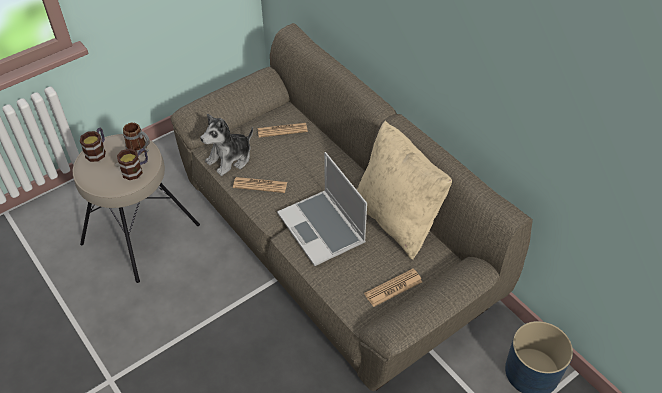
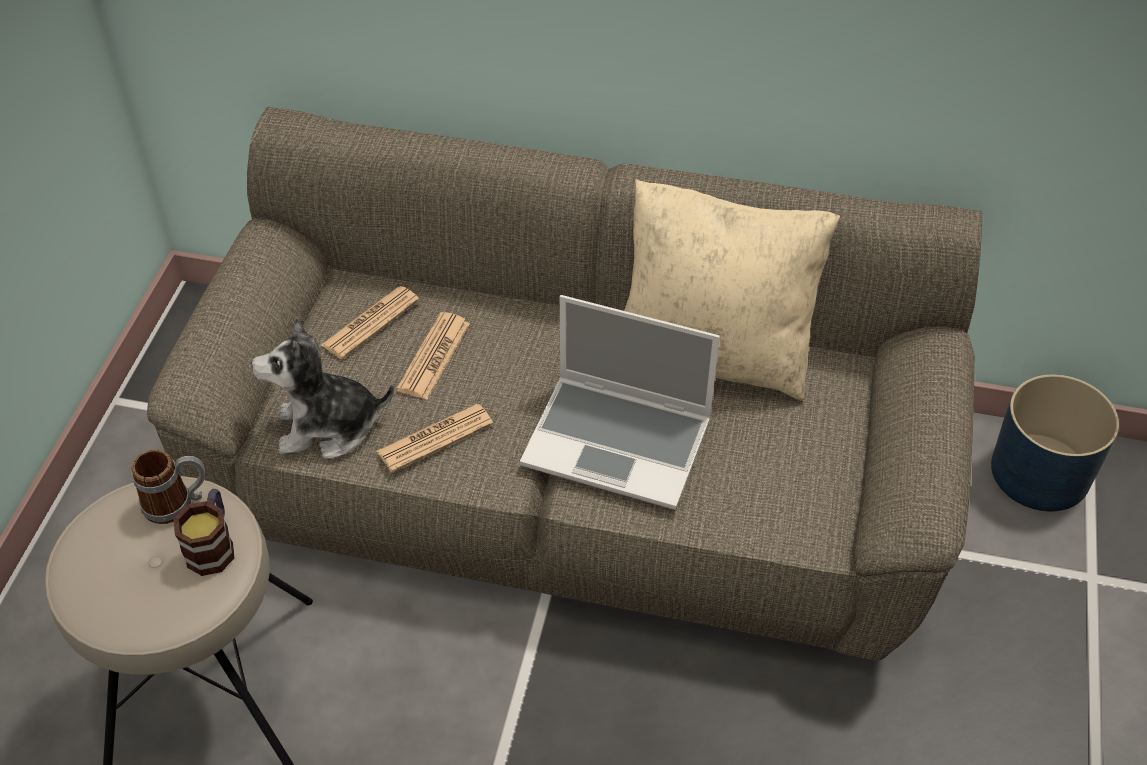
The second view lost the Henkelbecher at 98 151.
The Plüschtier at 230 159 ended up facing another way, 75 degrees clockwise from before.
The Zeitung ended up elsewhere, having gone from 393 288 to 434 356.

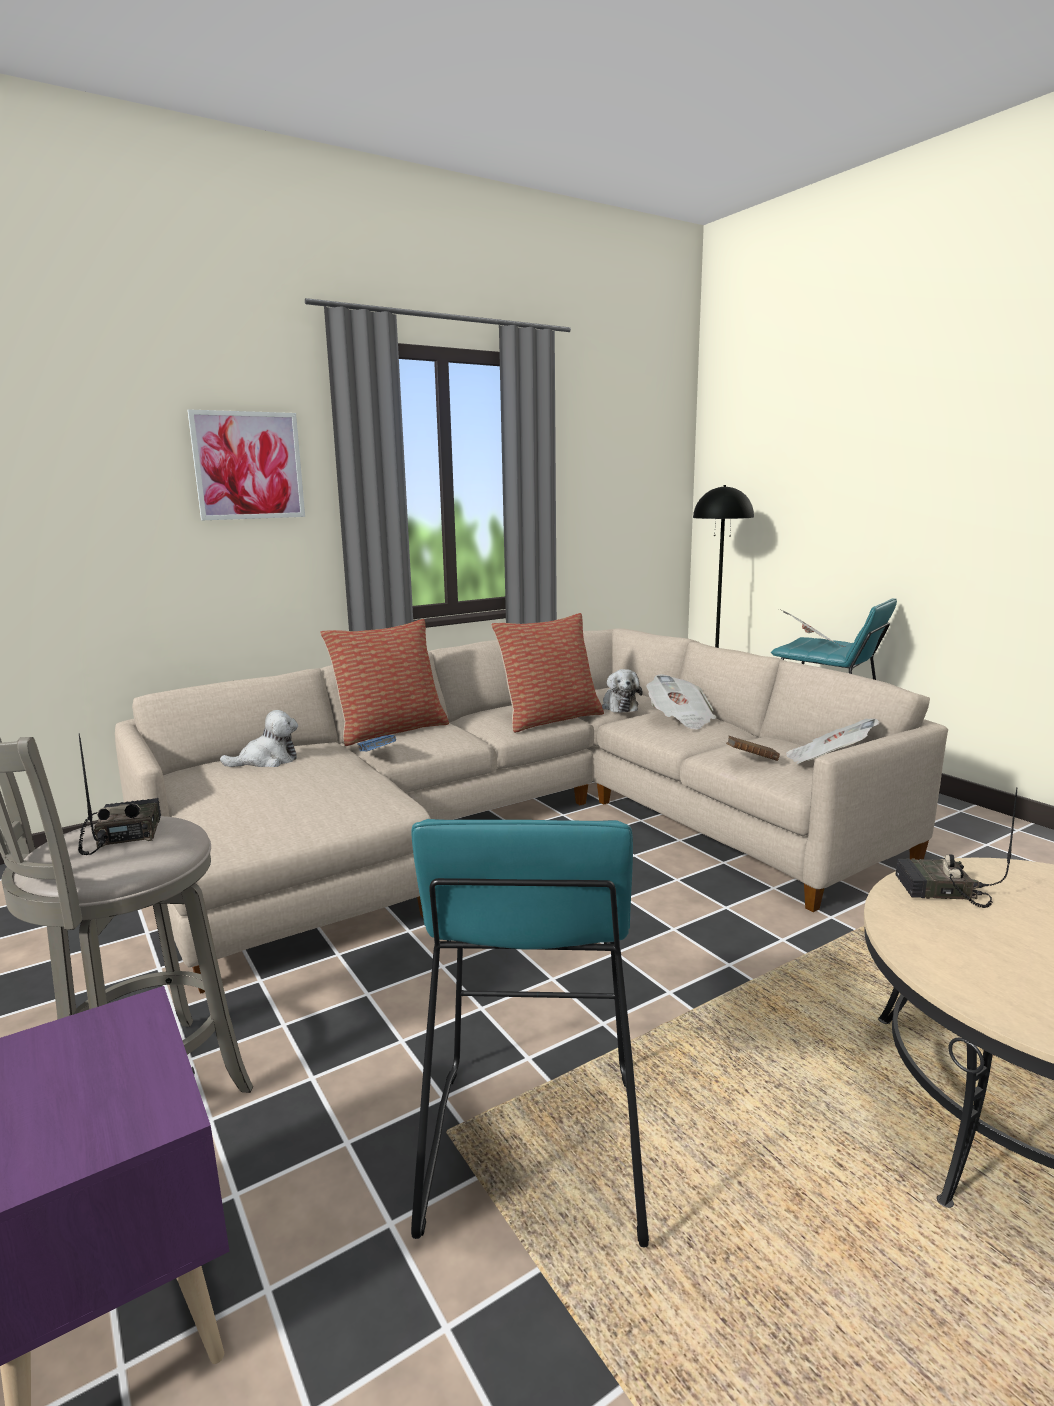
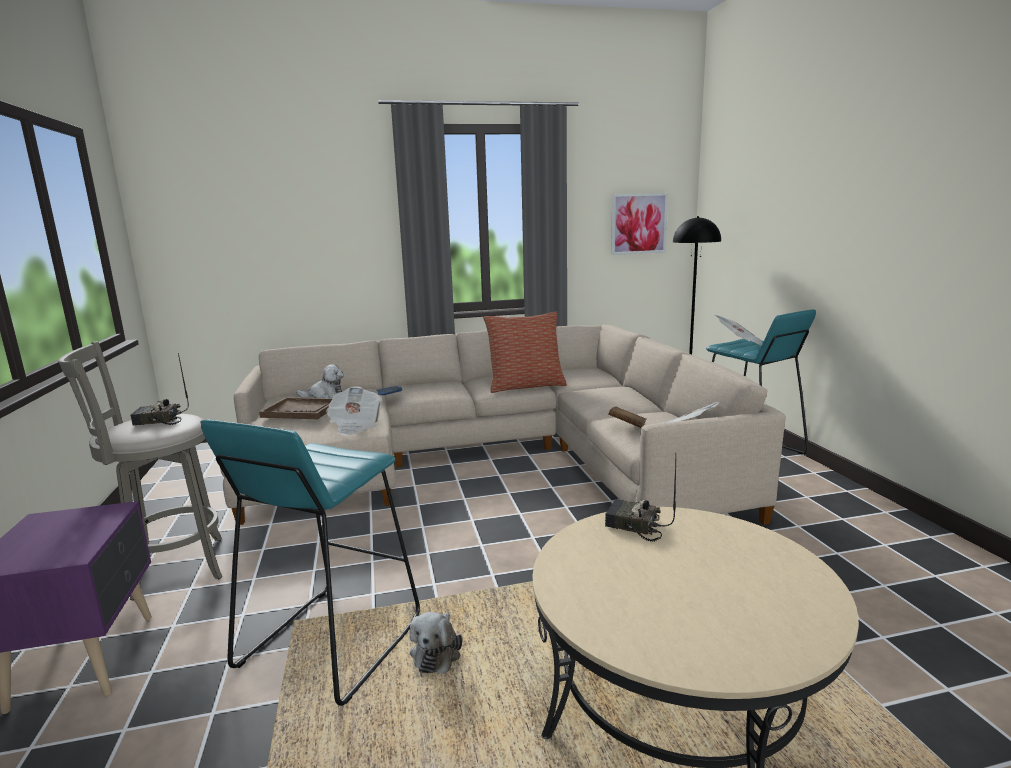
The Radio at 122 835 ended up facing another way, 105 degrees counterclockwise from before.
The Bild ended up elsewhere, having gone from 248 466 to 638 224.
The second view lost the Kissen at 390 730.
The Plüschtier ended up elsewhere, having gone from 619 706 to 437 652.
The Zeitung ended up elsewhere, having gone from 680 720 to 355 425.
The second view gained the Tablett [braun] at 301 410.

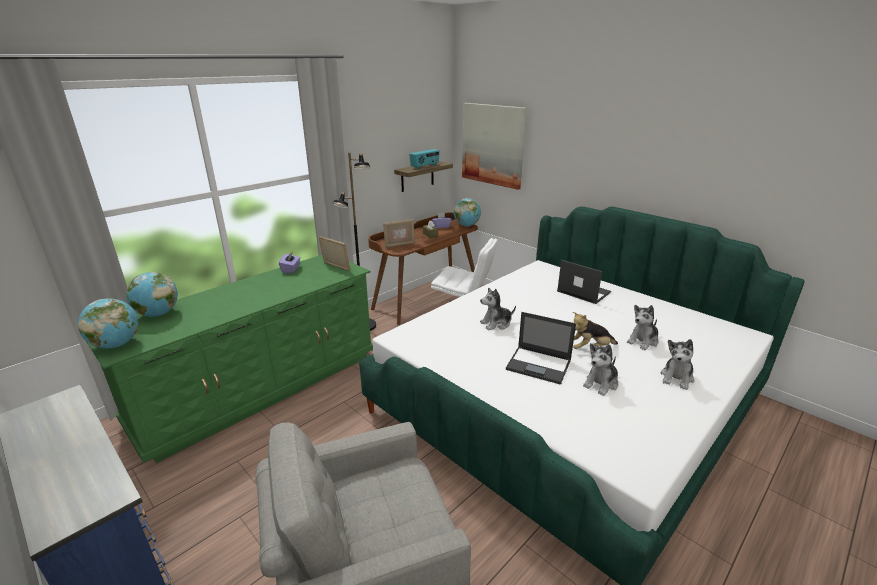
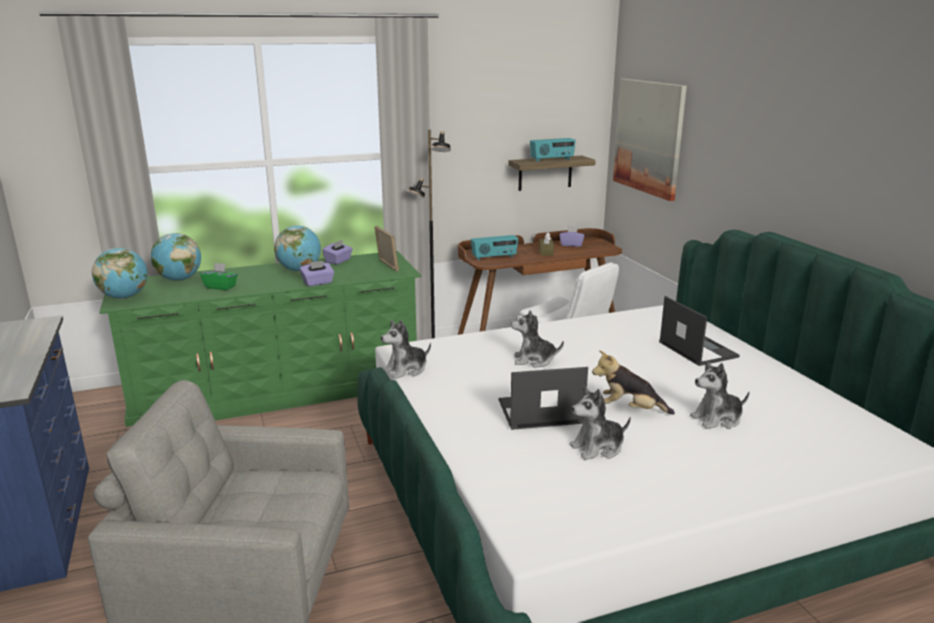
Where the Bilderrahmen stood at 399 245, the Radio came to stand at 494 257.
The Globus ended up elsewhere, having gone from 466 225 to 299 270.
The Laptop at 539 365 ended up facing another way, 120 degrees clockwise from before.
The Plüschtier ended up elsewhere, having gone from 677 378 to 406 370.
The second view gained the Taschentuchbox [grün] at 220 287.
The second view gained the Taschentuchbox [lila] at 318 283.

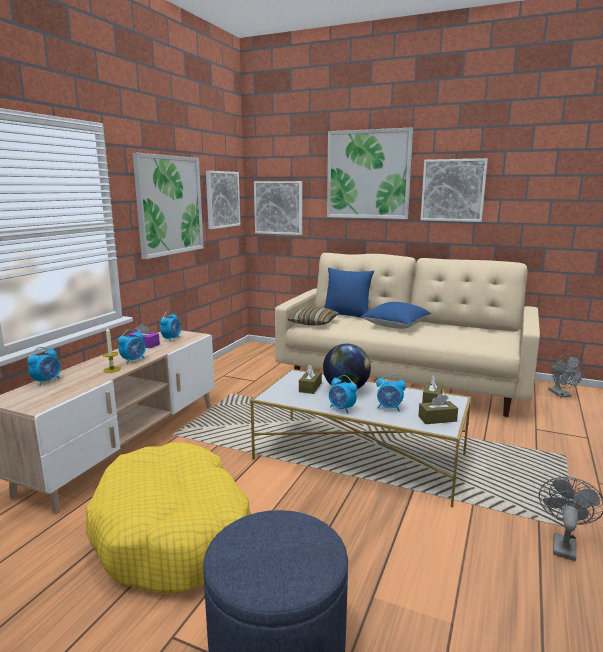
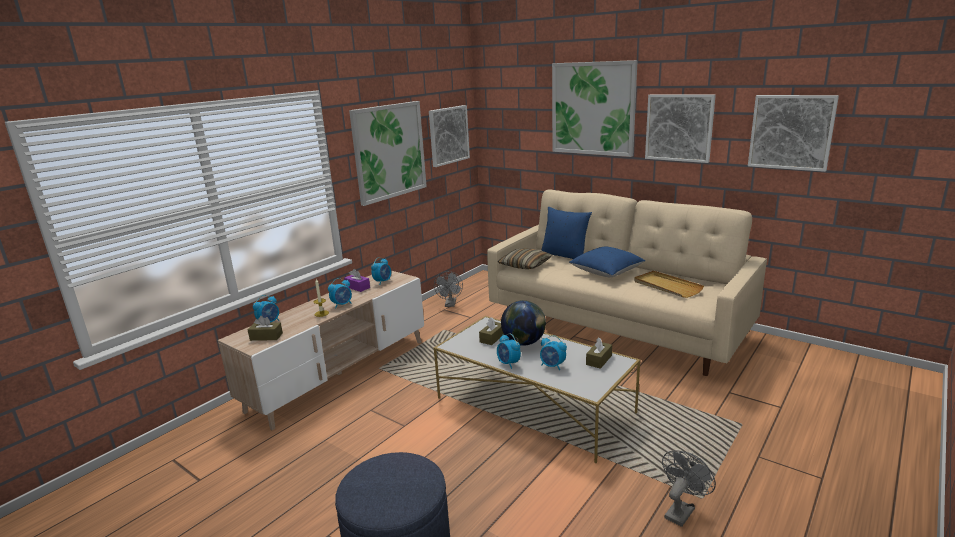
The second view lost the Hundebett [gelb] at 174 532.
The Bild ended up elsewhere, having gone from 278 207 to 791 132.
The Taschentuchbox [braun] ended up elsewhere, having gone from 437 419 to 266 337.
The Ventilator [grau] ended up elsewhere, having gone from 561 395 to 450 305.
The second view gained the Tablett [beige] at 667 286.

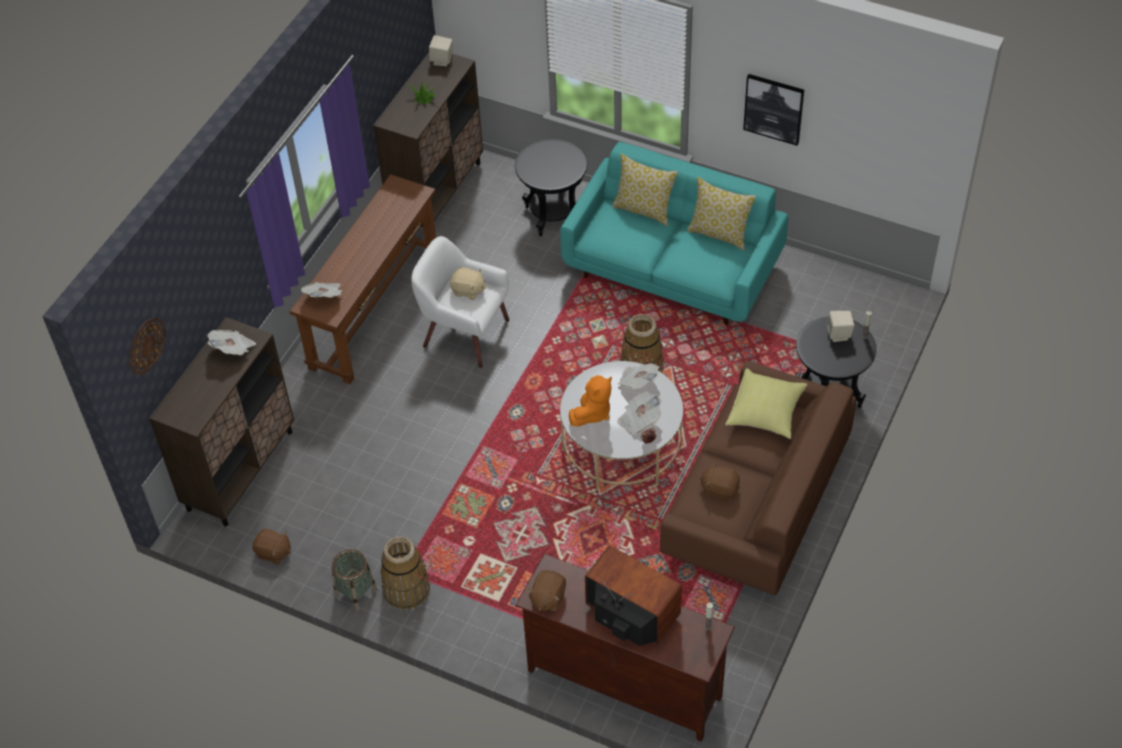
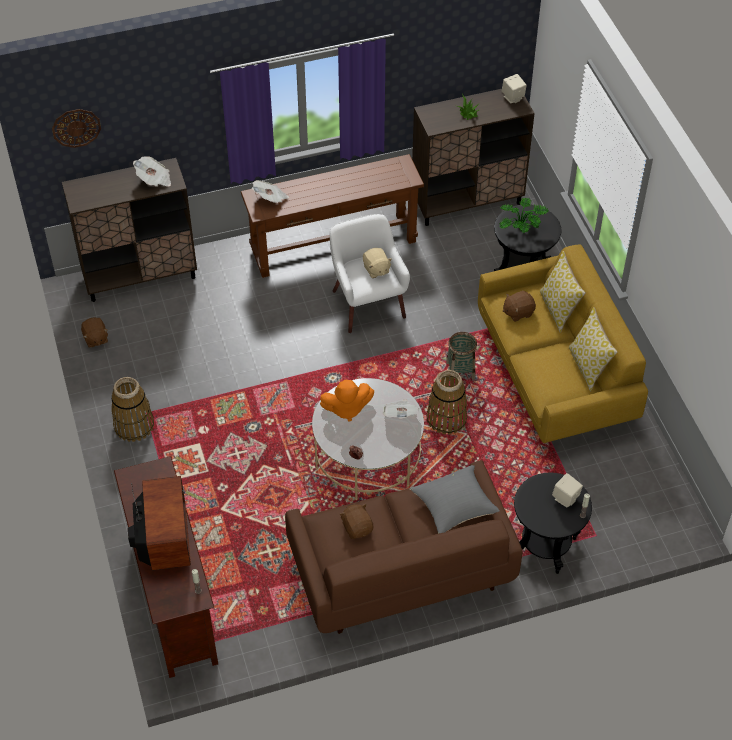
The Korb ended up elsewhere, having gone from 356 592 to 460 371.
The Plüschtier [braun] ended up elsewhere, having gone from 547 598 to 518 312.
What was the Sofa [türkis] at 673 269 turned into the Sofa [gelb] at 554 373.
The second view lost the Zeitung at 639 420.
What was the Kissen [gelb] at 766 413 turned into the Kissen [grau] at 454 508.
The second view lost the Bild at 774 108.
The second view gained the Topfpflanze at 521 229.

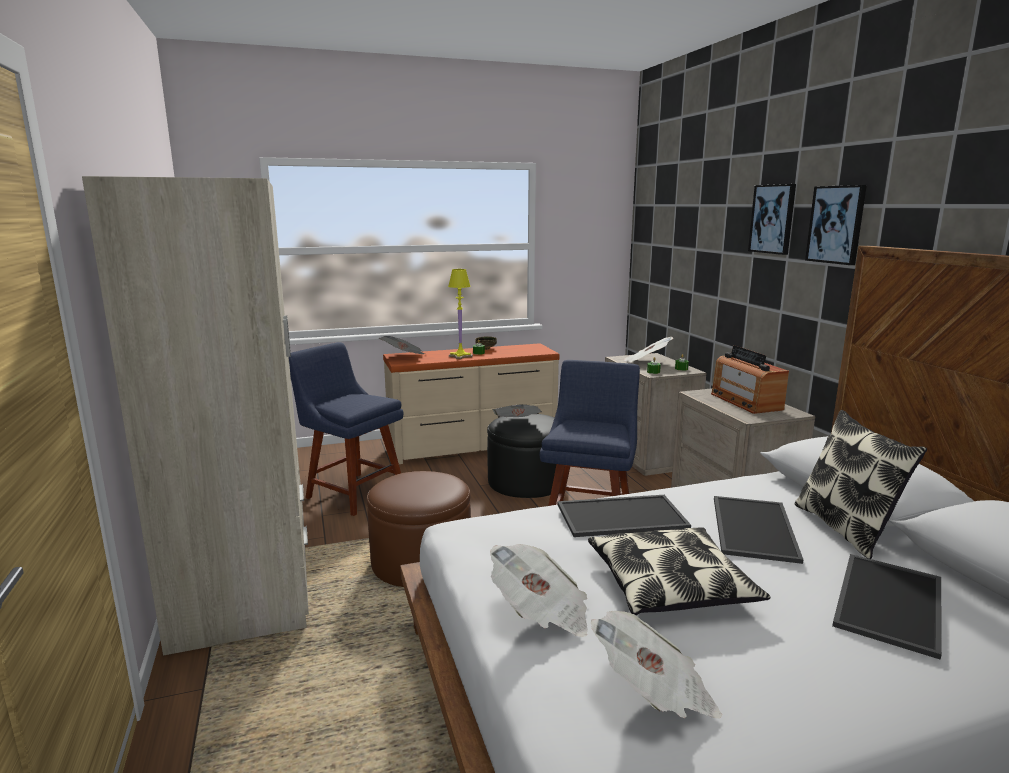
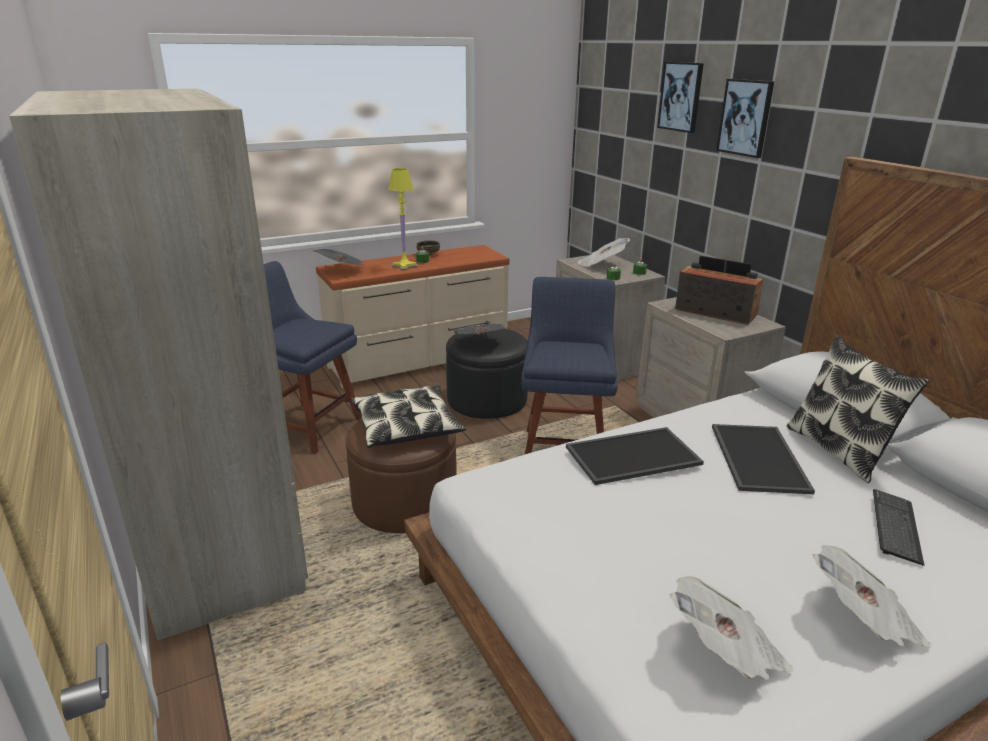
The Zeitung ended up elsewhere, having gone from 541 613 to 863 620.
The Kissen ended up elsewhere, having gone from 670 585 to 406 427.
The Radio at 745 401 ended up facing another way, 150 degrees clockwise from before.
The Bild ended up elsewhere, having gone from 836 224 to 681 96.
Where the Tablett stood at 886 601, the Tastatur came to stand at 895 527.

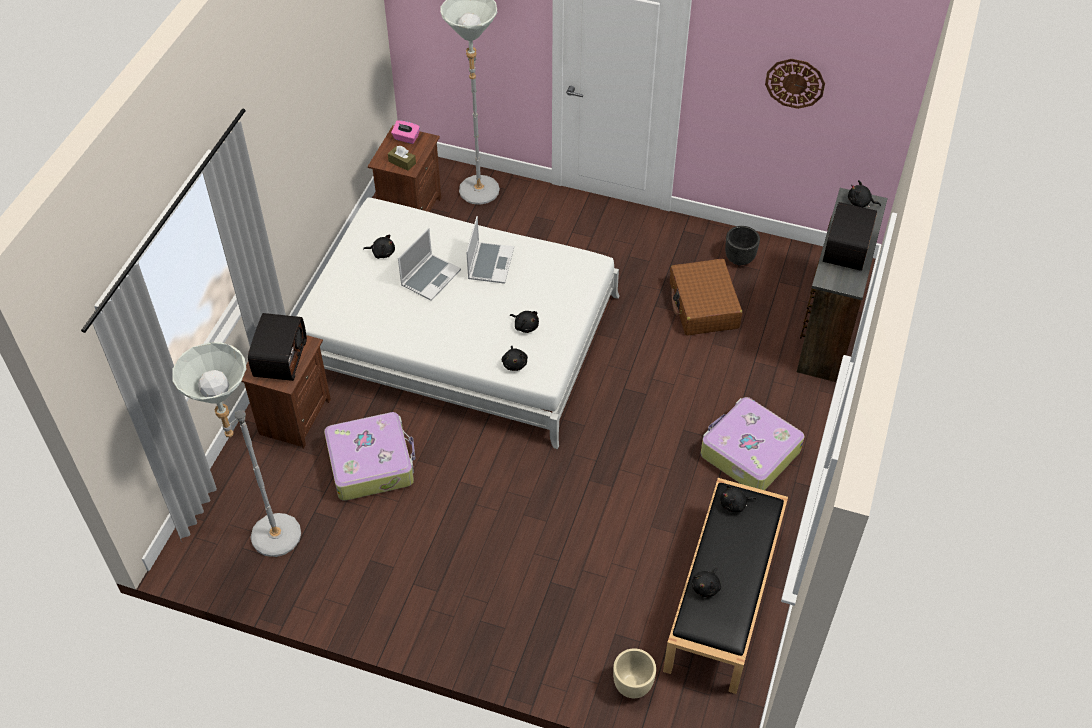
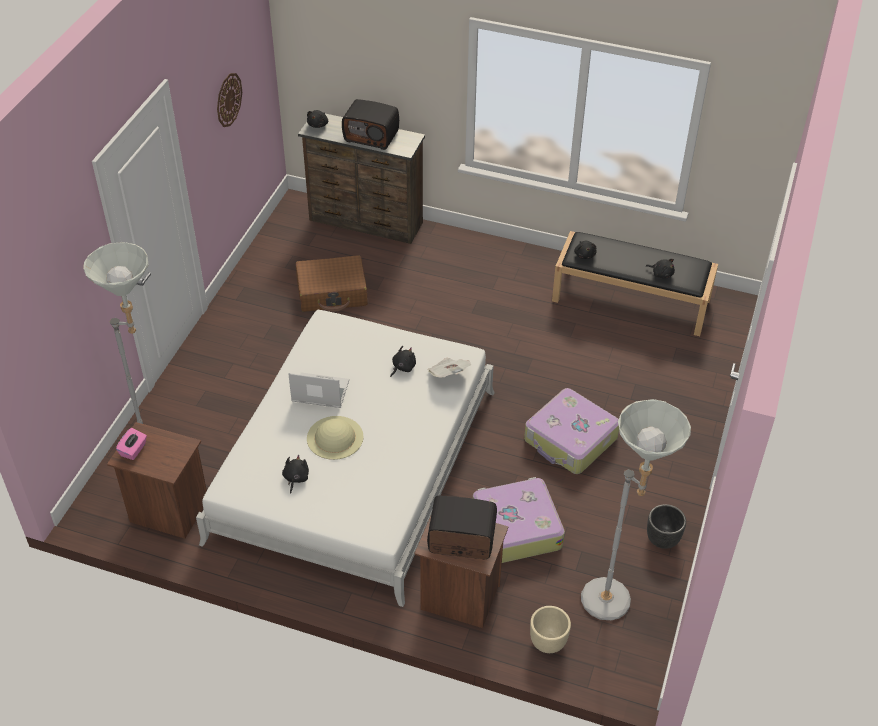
The second view lost the Taschentuchbox [braun] at 402 162.
Where the Laptop stood at 430 277, the Hut [beige] came to stand at 335 437.
Where the Plüschtier [schwarz] stood at 514 363, the Zeitung came to stand at 449 375.
The Pflanzkübel [beige] ended up elsewhere, having gone from 633 684 to 547 641.
The Koffer ended up elsewhere, having gone from 748 453 to 570 440.
The Pflanzkübel [schwarz] ended up elsewhere, having gone from 740 258 to 662 539.

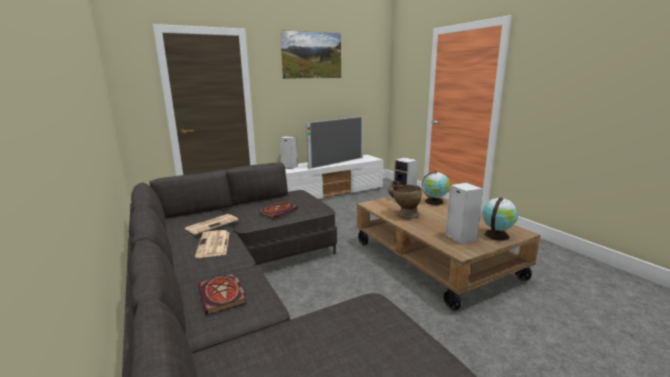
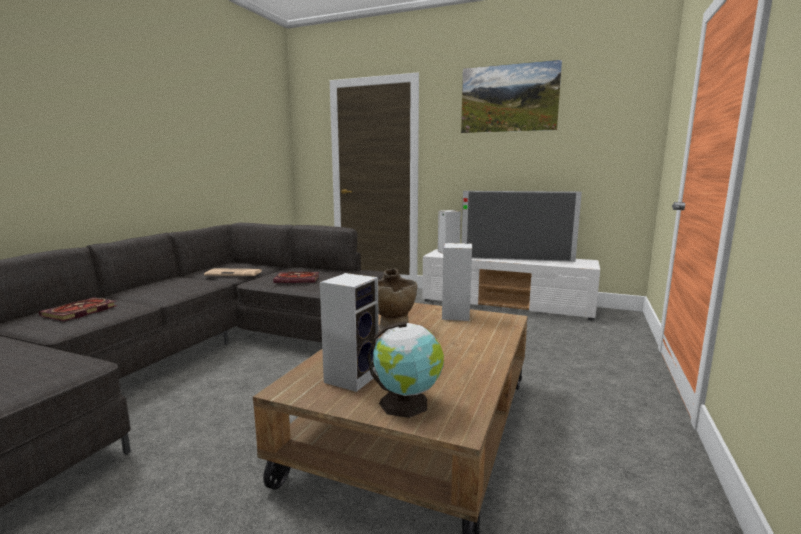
The second view lost the Zeitung at 214 244.
The second view lost the Globus at 435 201.

